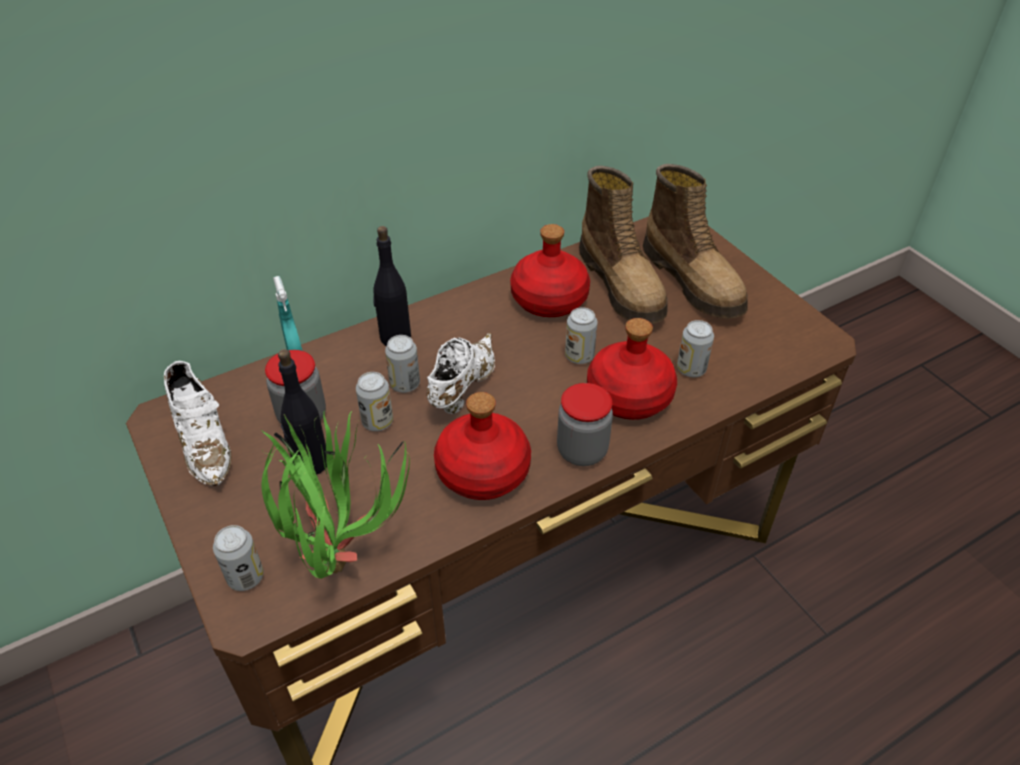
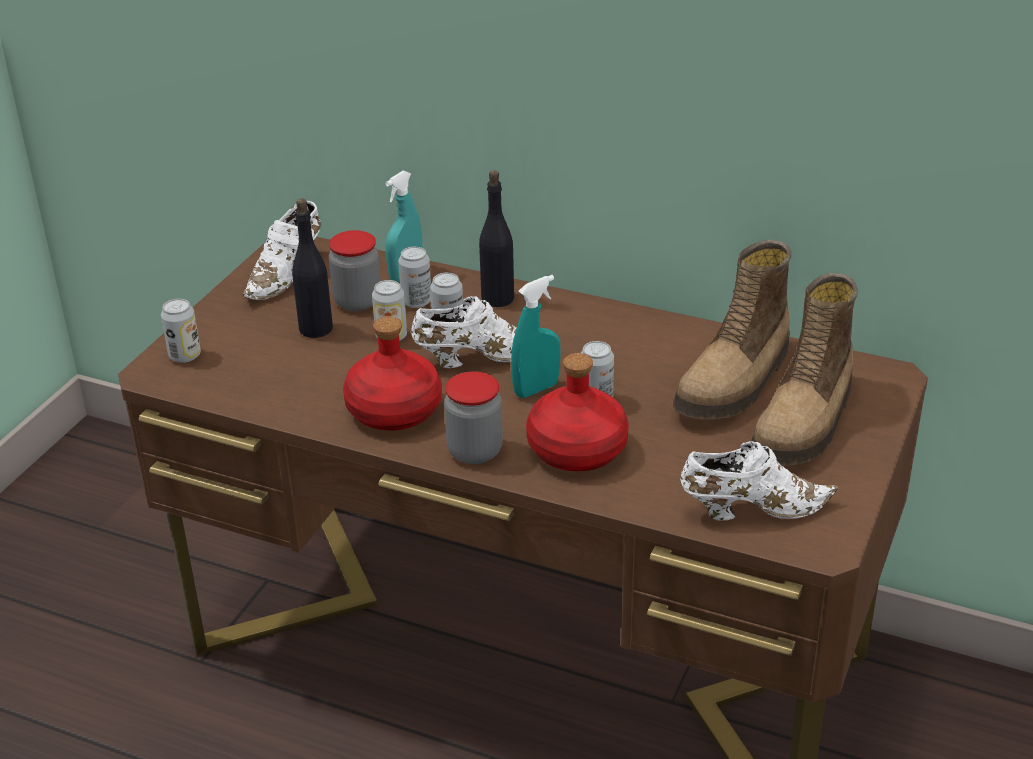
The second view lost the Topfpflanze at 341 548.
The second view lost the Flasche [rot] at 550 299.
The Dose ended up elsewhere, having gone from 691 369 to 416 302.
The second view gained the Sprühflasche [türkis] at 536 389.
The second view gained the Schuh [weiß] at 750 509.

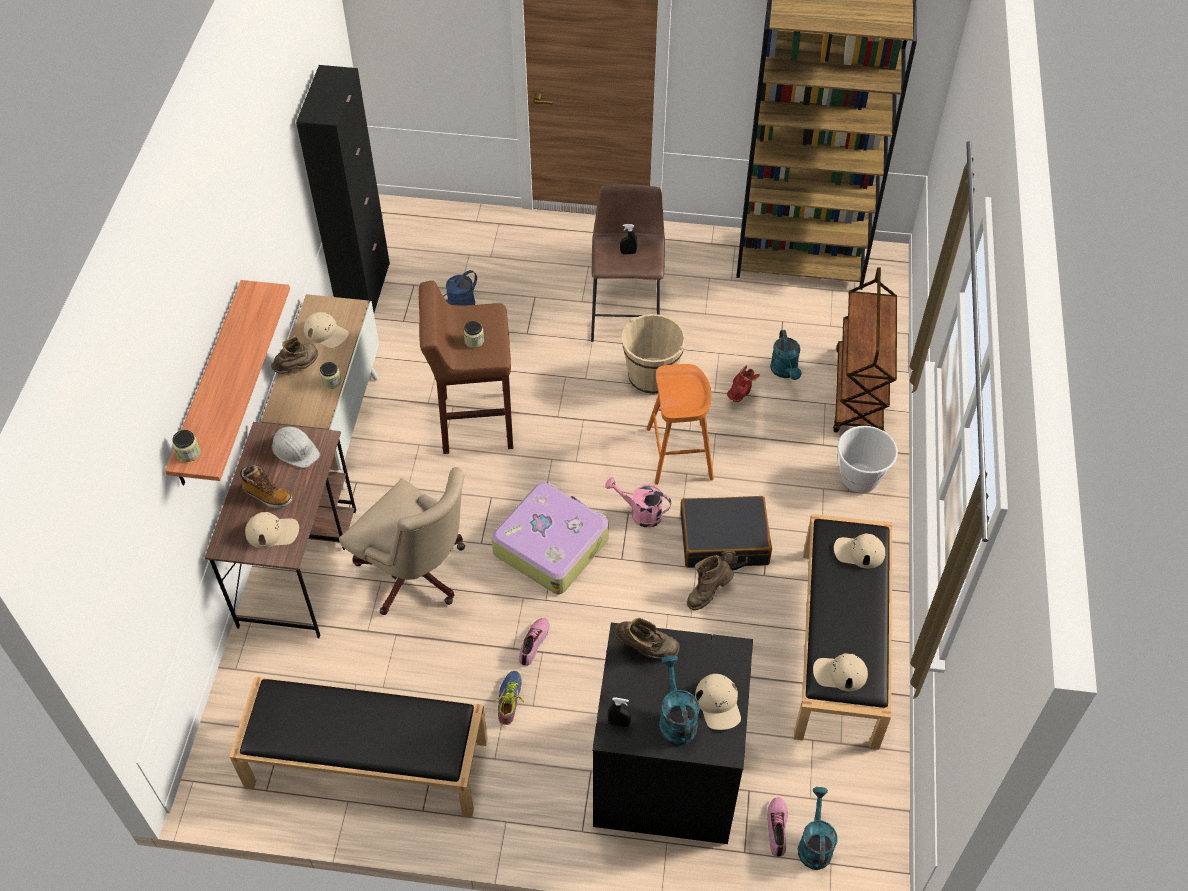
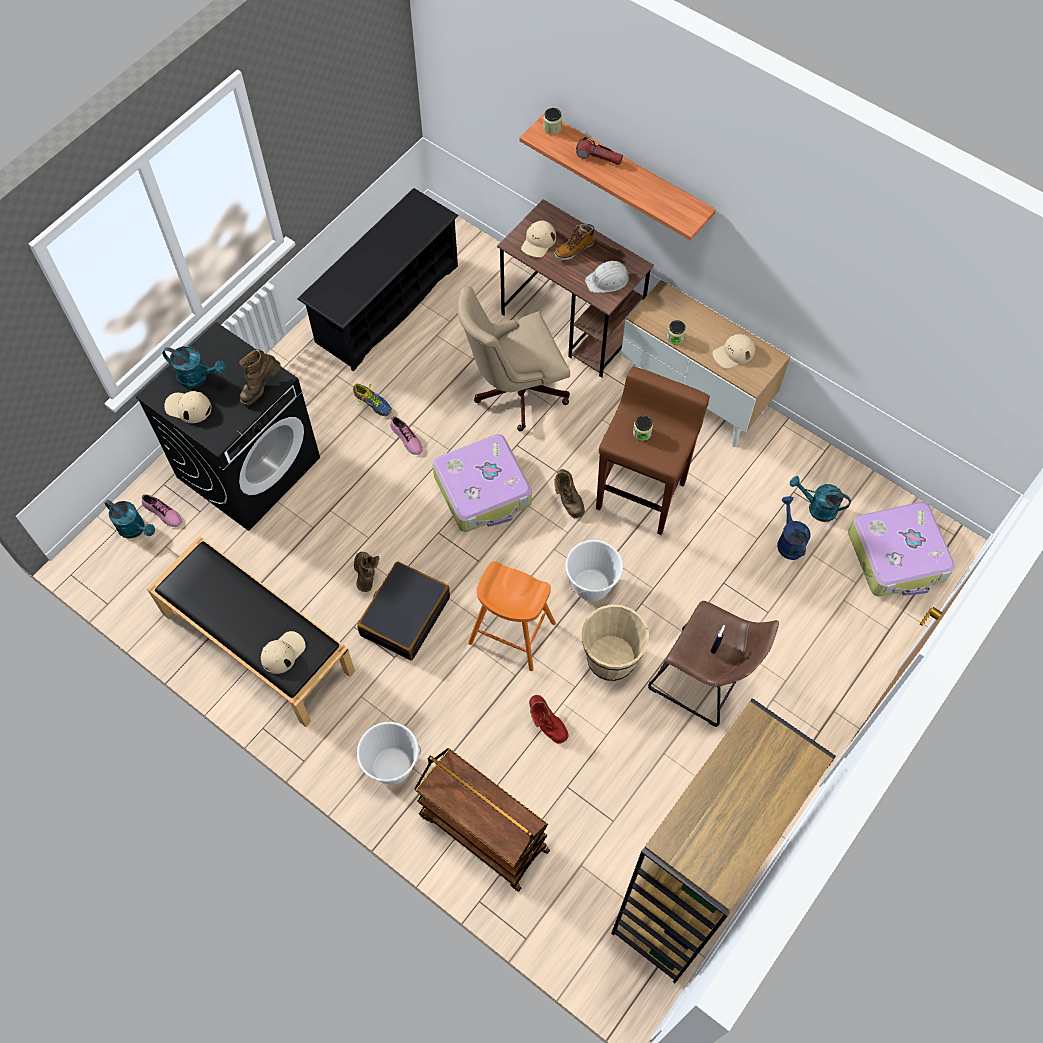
Where the Bank [schwarz] stood at 365 763, the Schuhregal [schwarz] came to stand at 386 304.
The Stiefel [braun] ended up elsewhere, having gone from 298 367 to 568 499.
The second view lost the Schrank [schwarz] at 364 289.
The second view lost the Gießkanne [rosa] at 640 513.
The second view lost the Sprühflasche [schwarz] at 619 723.
The Gießkanne [türkis] ended up elsewhere, having gone from 785 372 to 817 508.
The second view lost the Kappe [beige] at 839 673.
The second view gained the Eimer [weiß] at 592 585.
The second view gained the Taschenlampe at 598 157.
The second view gained the Koffer at 897 556.

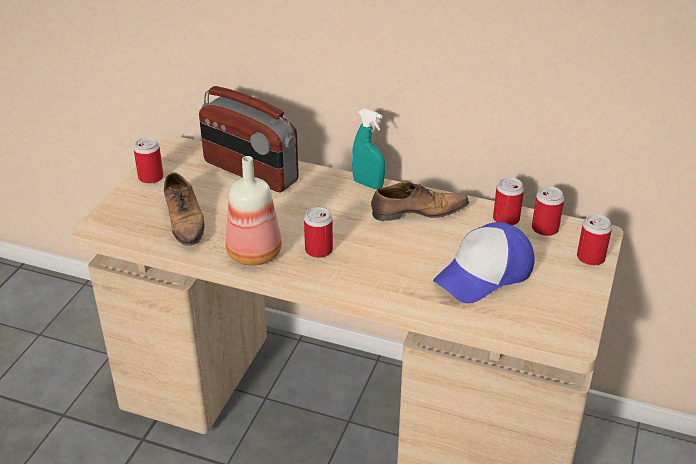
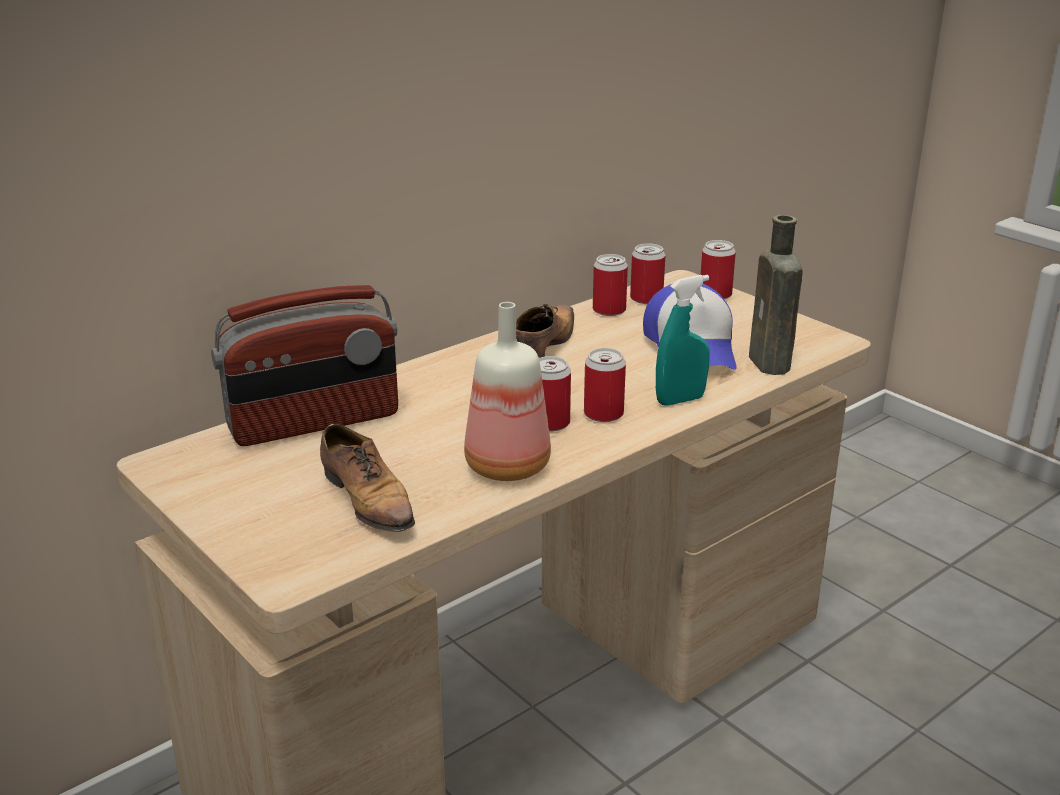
The Dose ended up elsewhere, having gone from 151 177 to 603 414.
The Schuh at 185 221 ended up facing another way, 45 degrees clockwise from before.
The Sprühflasche [türkis] ended up elsewhere, having gone from 368 184 to 680 400.
The second view gained the Flasche [braun] at 771 364.

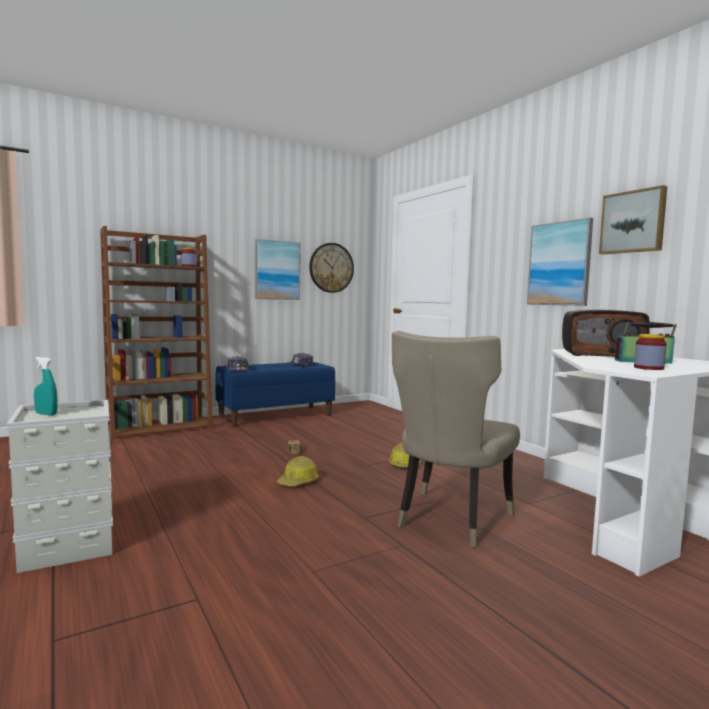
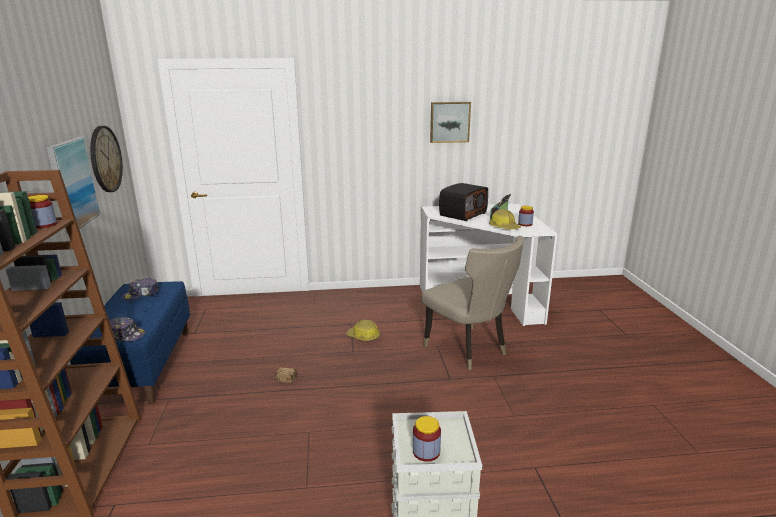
Where the Sprühflasche [türkis] stood at 46 414, the Vorratsglas came to stand at 426 452.
The Schutzhelm ended up elsewhere, having gone from 298 482 to 504 227.
The second view lost the Bild at 559 264.

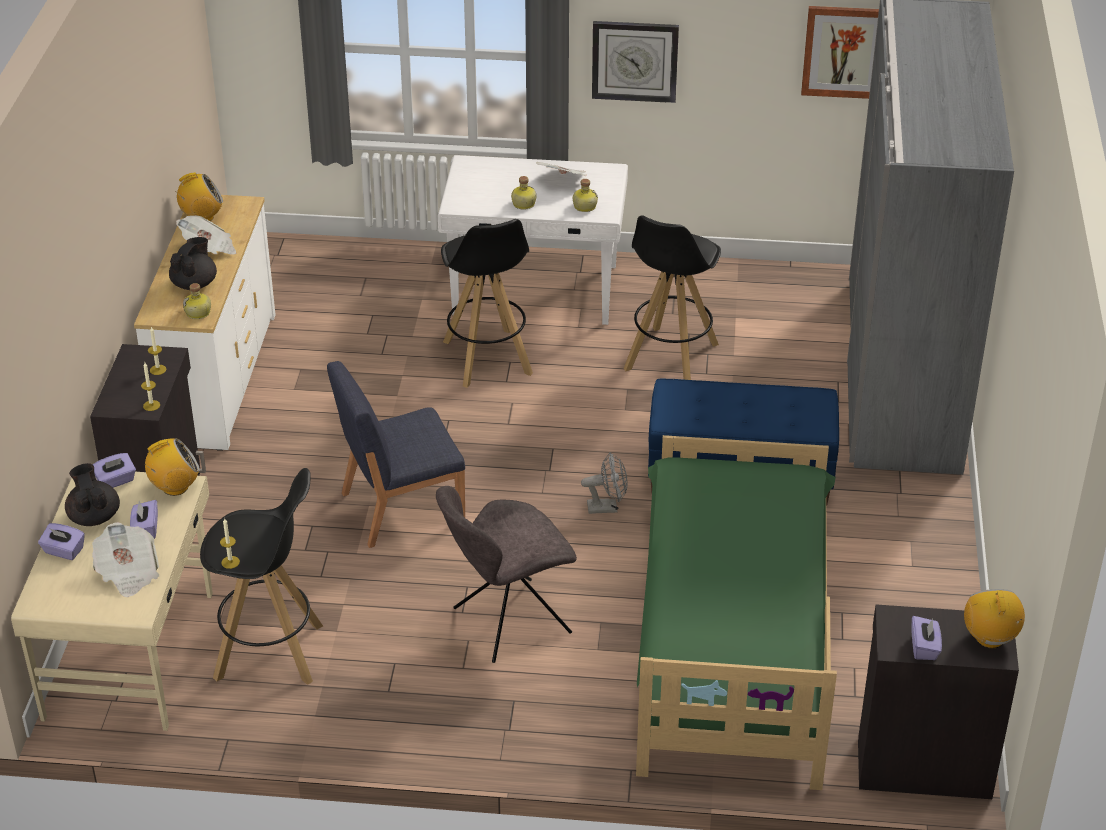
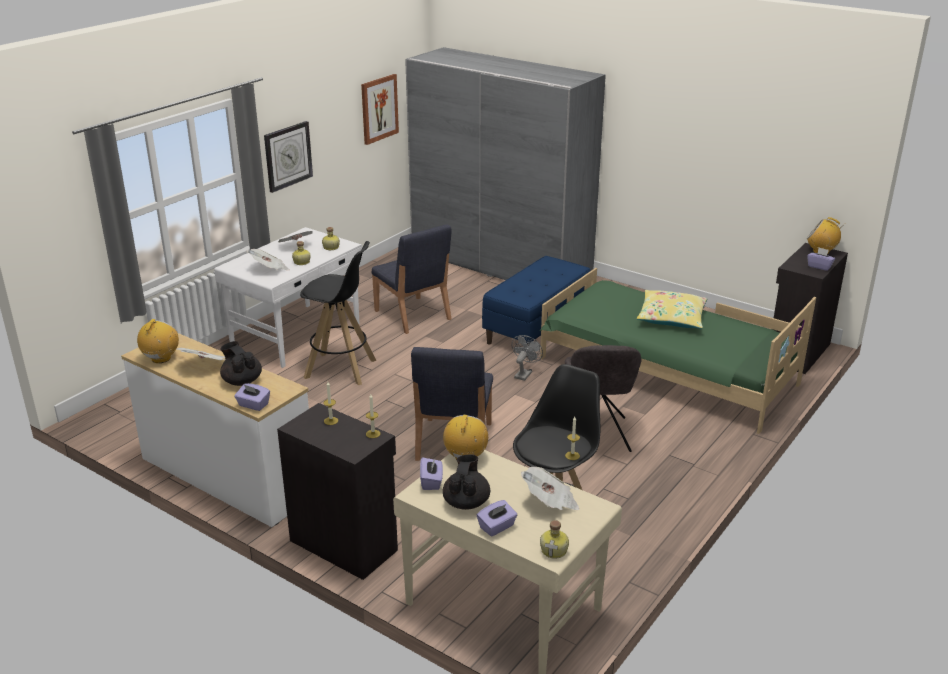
The Teekanne [schwarz] at 94 516 ended up facing another way, 90 degrees clockwise from before.
The Taschentuchbox [lila] ended up elsewhere, having gone from 145 529 to 253 405.
The Flasche ended up elsewhere, having gone from 198 313 to 554 550.
Where the Hocker [schwarz] stood at 670 357, the Stuhl [blau] came to stand at 412 315.
The second view gained the Zeitung at 269 269.
The second view gained the Kissen [gelb] at 671 317.

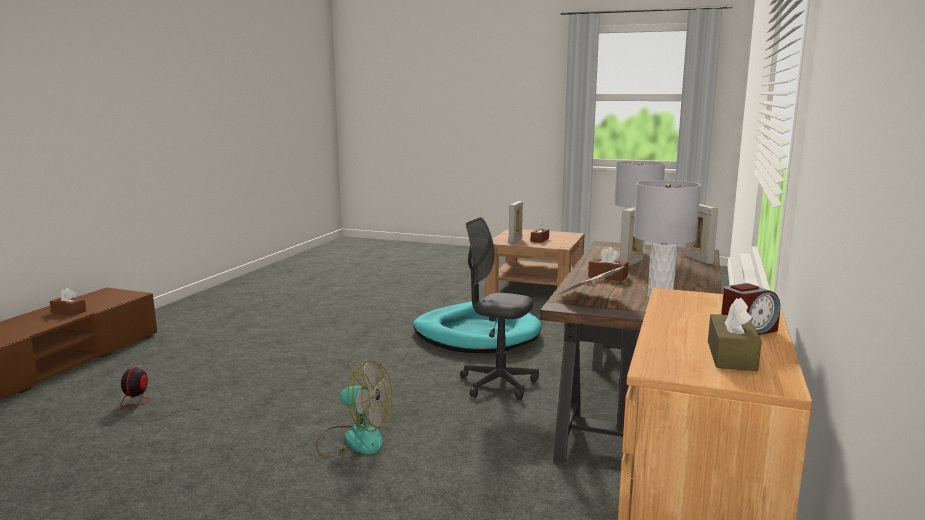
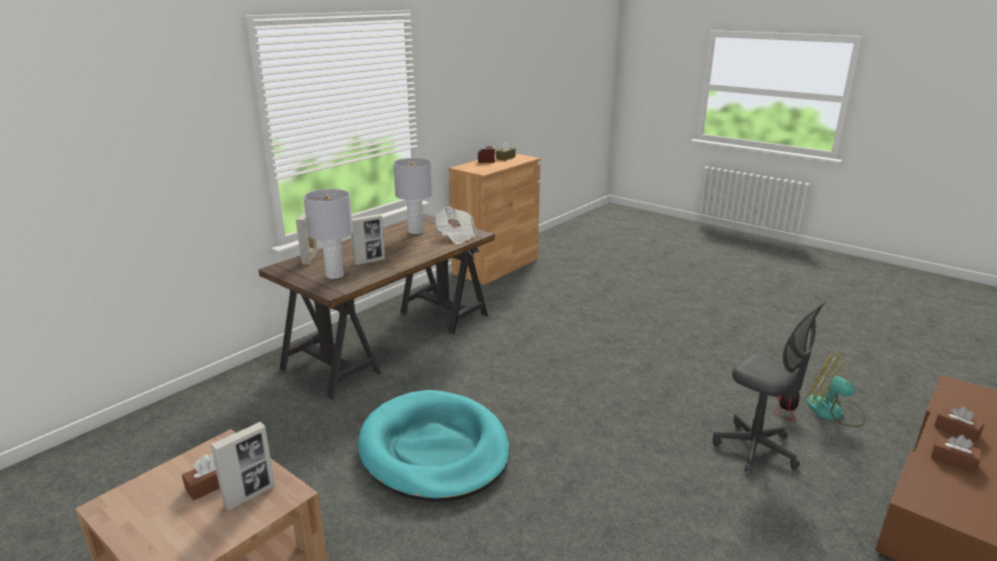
The Ventilator ended up elsewhere, having gone from 353 439 to 833 412.
The Bürostuhl [grau] ended up elsewhere, having gone from 498 384 to 755 449.
The Taschentuchbox [braun] ended up elsewhere, having gone from 607 276 to 956 431.

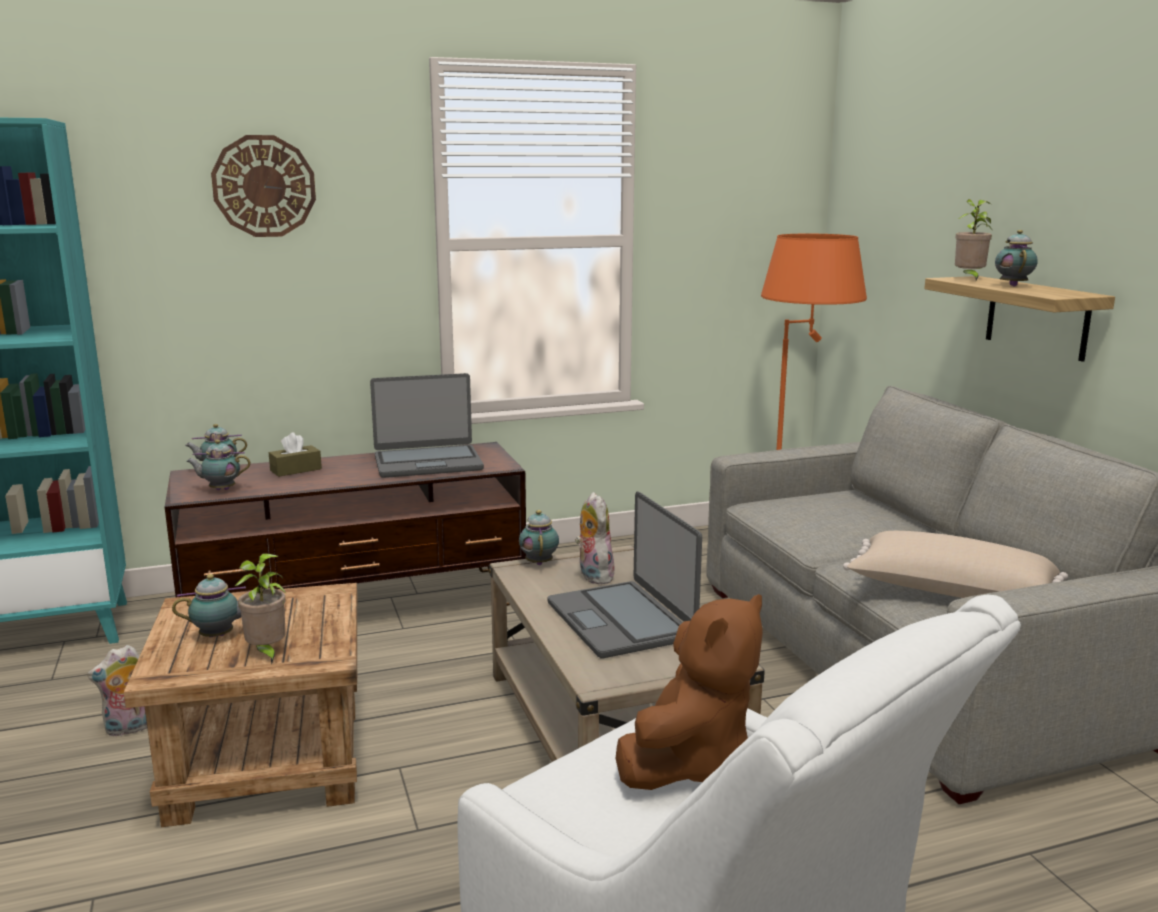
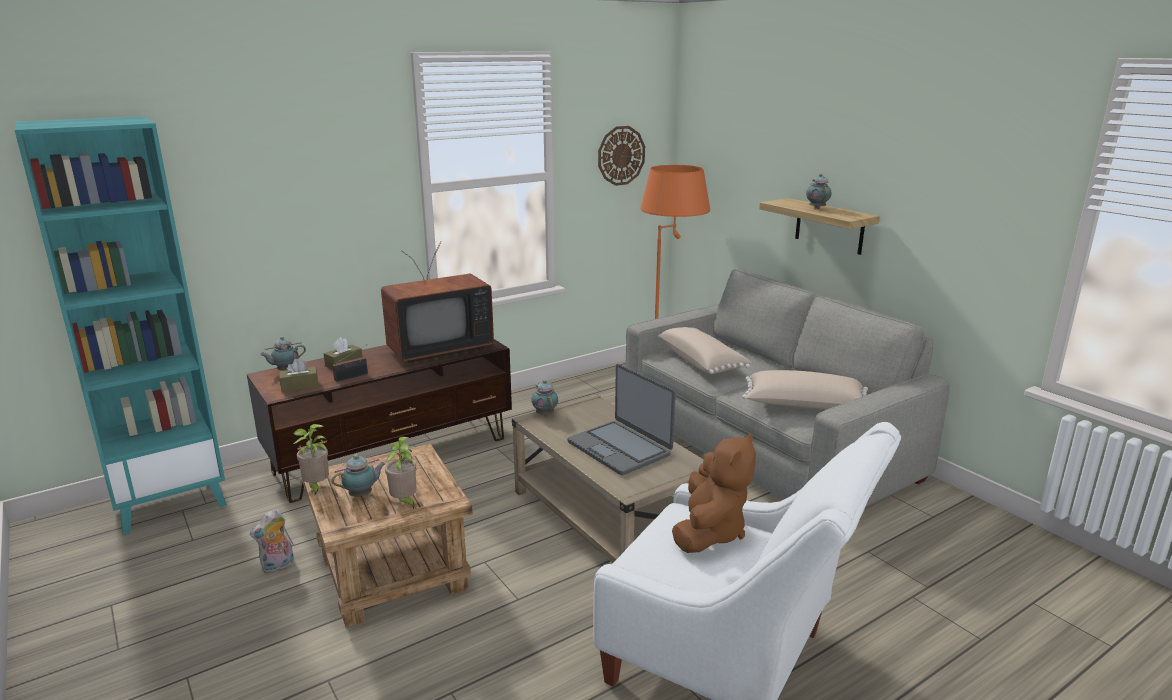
Where the Teekanne stood at 220 489, the Taschentuchbox [braun] came to stand at 299 386.
The Wanduhr ended up elsewhere, having gone from 264 186 to 621 155.
Where the Laptop stood at 427 463, the Fernseher came to stand at 437 348.
The second view lost the Plüschtier at 593 576.
The Topfpflanze ended up elsewhere, having gone from 969 279 to 316 487.
The second view gained the Radio at 353 376.
The second view gained the Kissen [beige] at 702 362.

